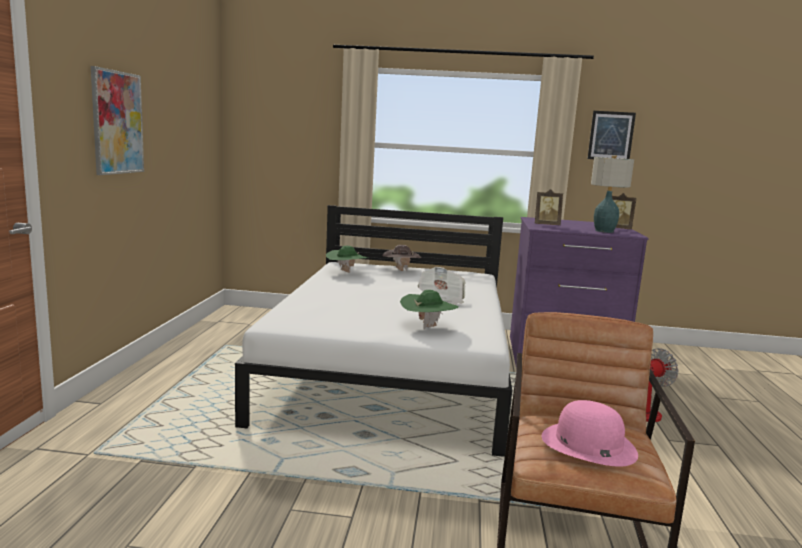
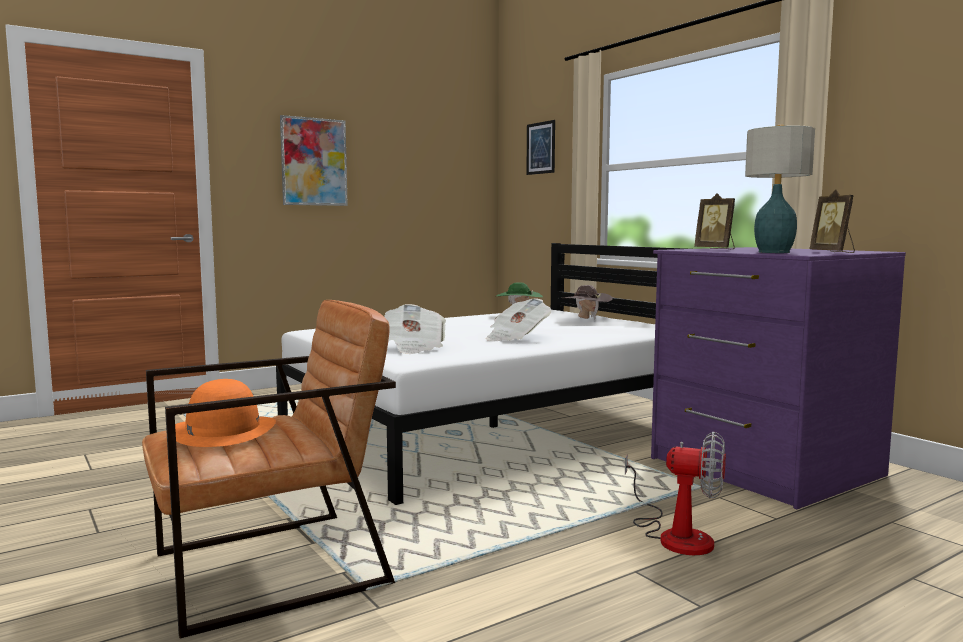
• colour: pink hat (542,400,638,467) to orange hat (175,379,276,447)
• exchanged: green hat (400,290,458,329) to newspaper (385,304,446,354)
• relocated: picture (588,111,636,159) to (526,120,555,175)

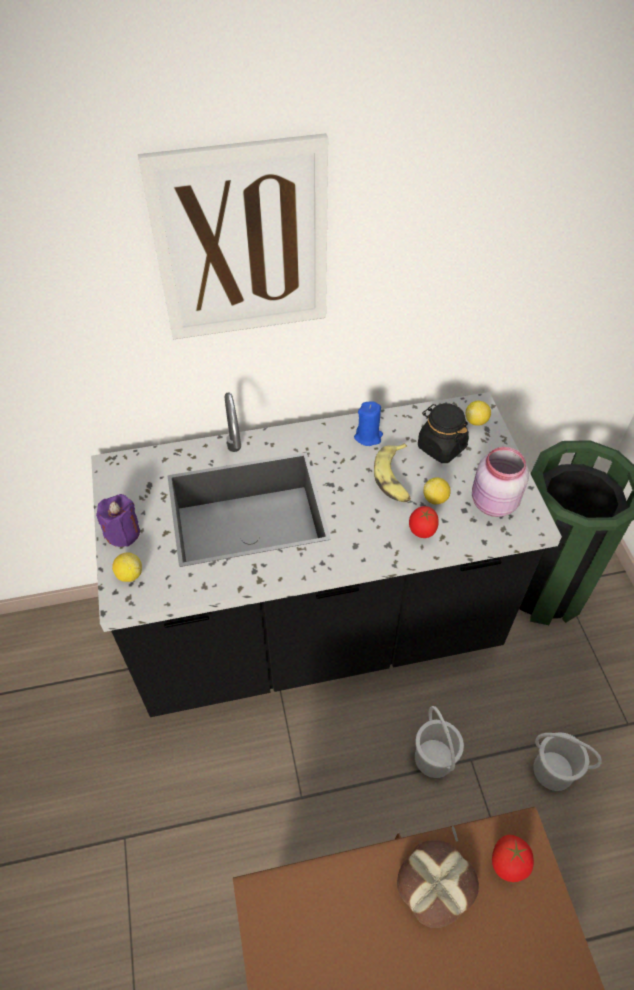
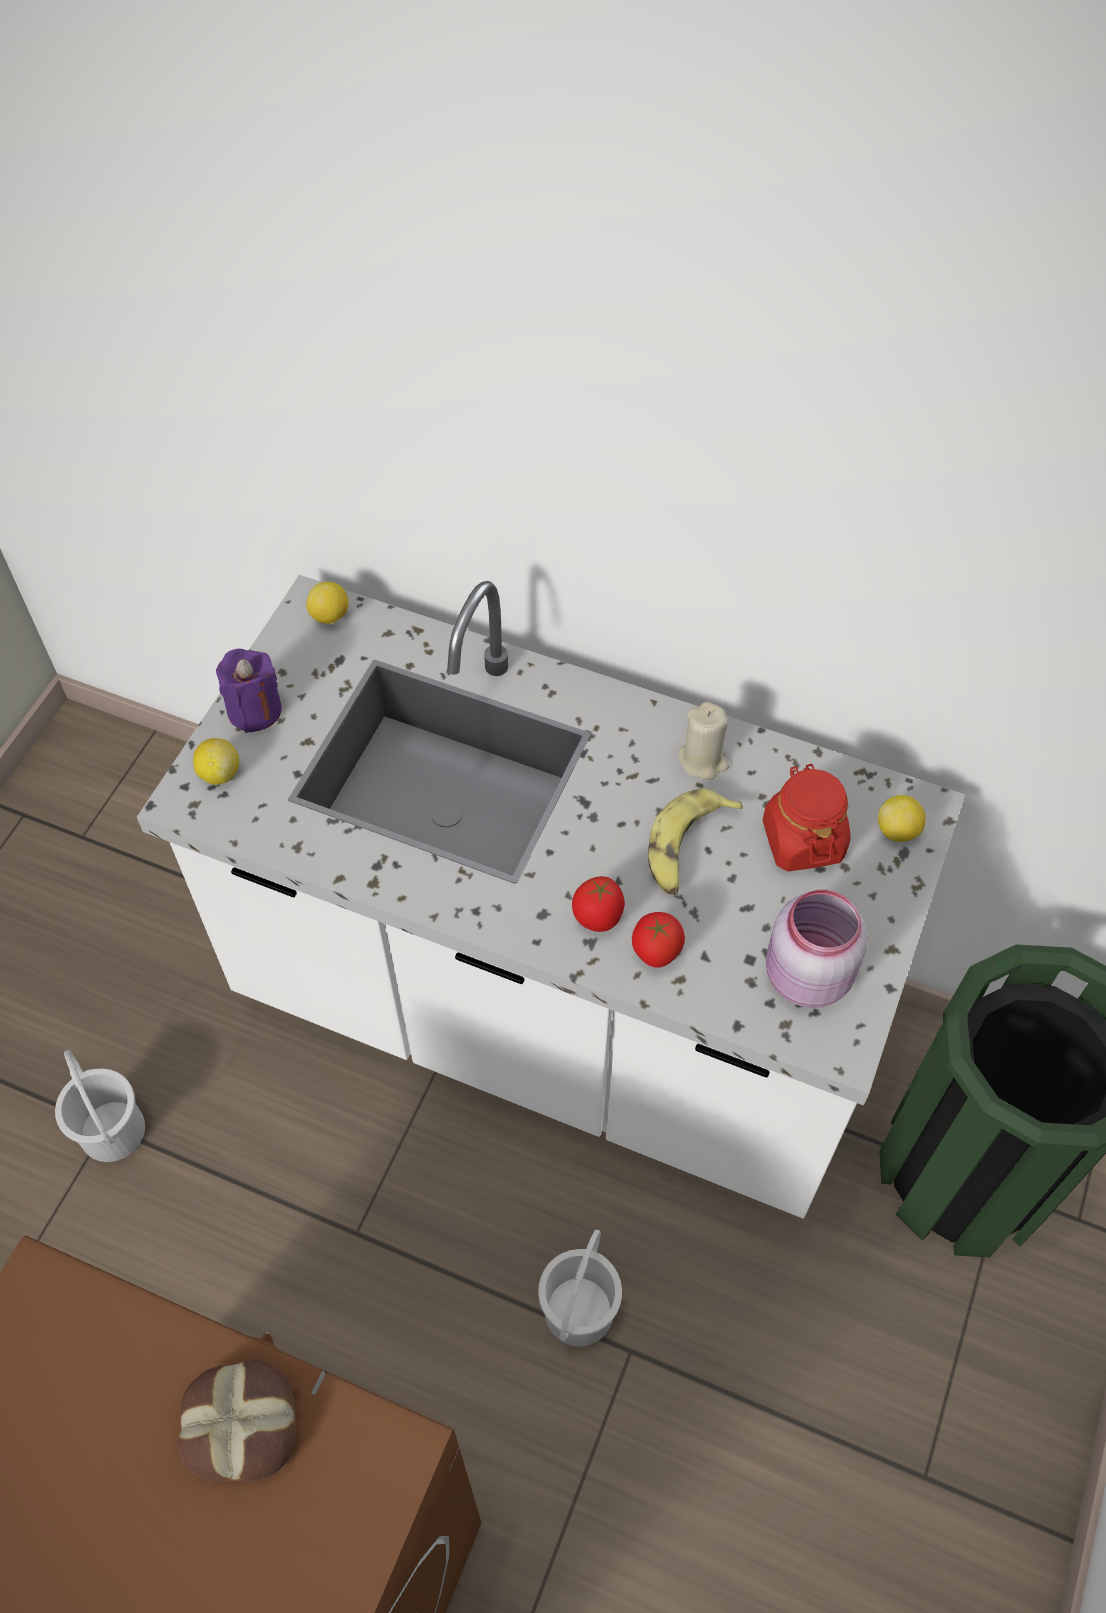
• relocated: white bucket (533,732,602,791) to (55,1050,145,1162)
• colour: black counter (91,392,562,717) to white counter (137,575,965,1218)
• relocated: lemon (423,477,451,504) to (306,582,349,624)
• relocated: tomato (492,835,534,882) to (572,876,625,932)
• colour: blue candle (354,401,383,446) to beige candle (678,702,729,780)
• colour: black jar (418,403,469,463) to red jar (763,764,850,871)
• missing: picture (138,133,328,340)

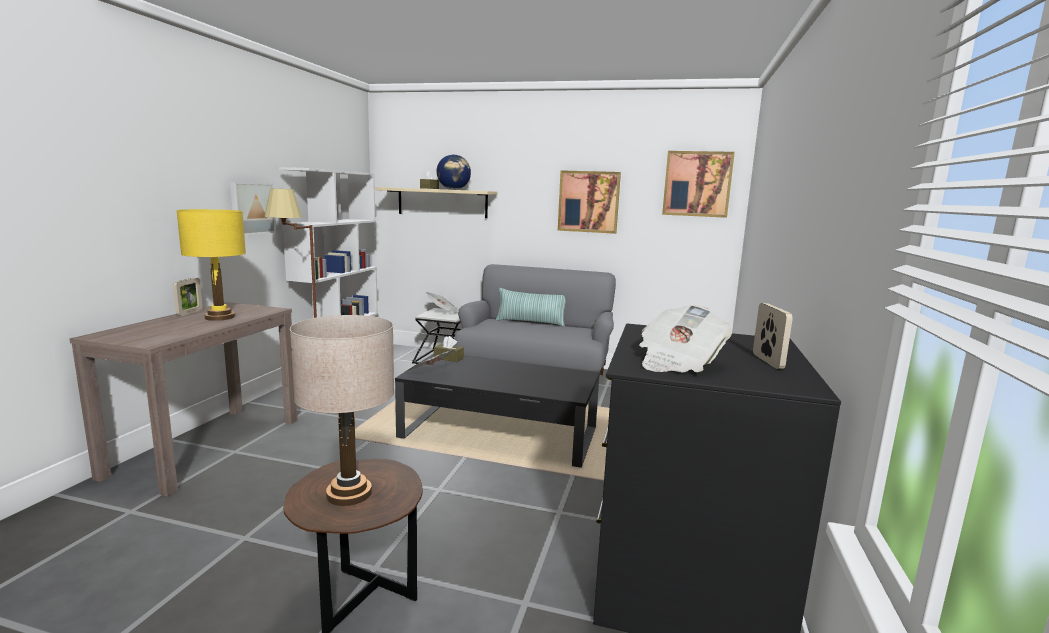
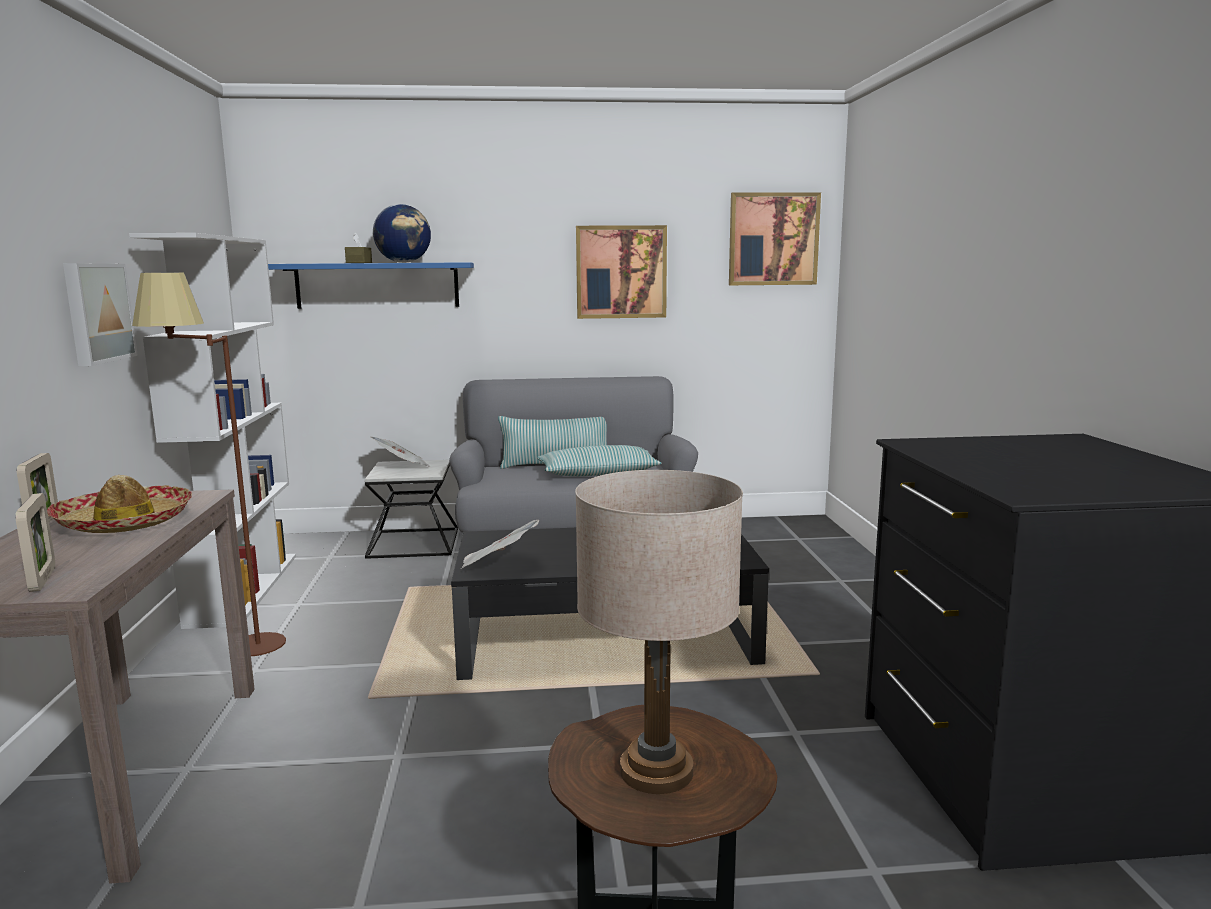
• relocated: picture frame (753,303,793,369) to (15,493,55,592)
• exchanged: yellow table lamp (176,209,246,321) to hat (47,475,192,533)
• colour: beige shelf (375,187,497,218) to blue shelf (268,262,474,309)
• appeared: pillow (537,445,662,476)
• missing: brown tissue box (434,336,464,362)
• missing: newspaper (639,305,732,372)

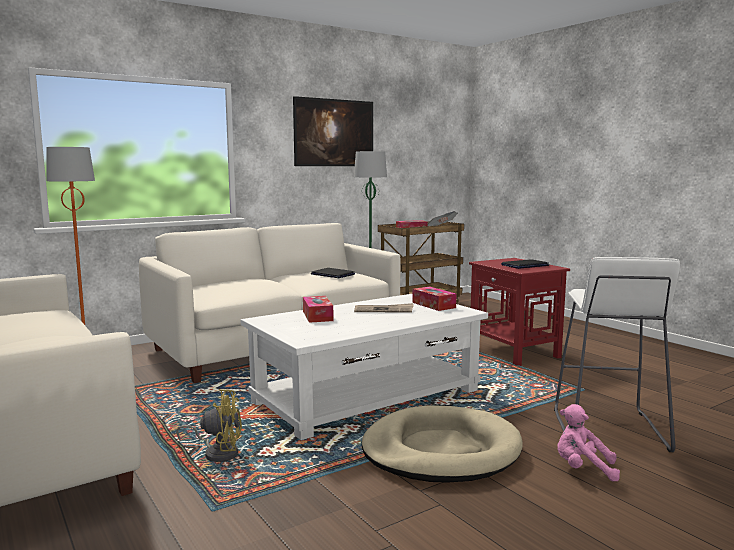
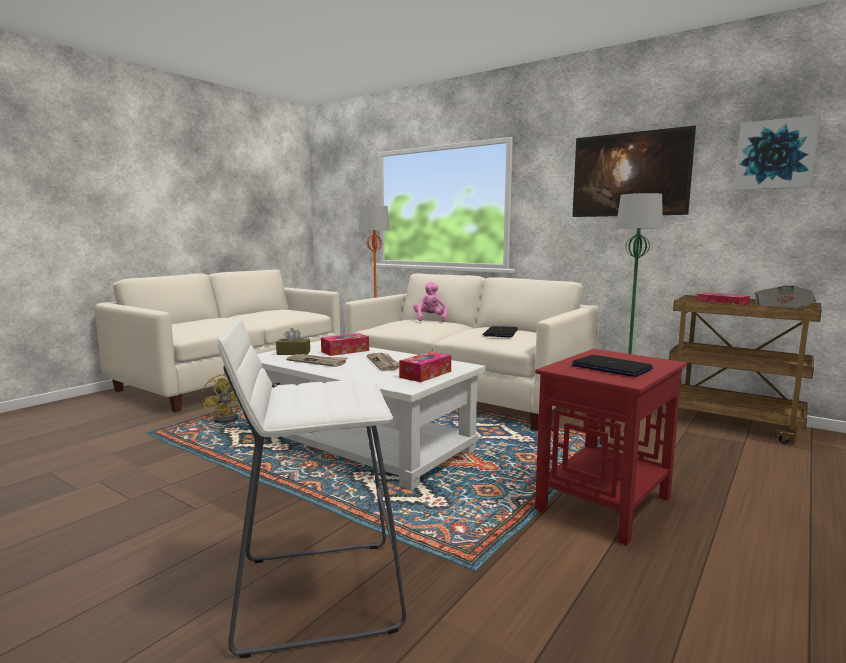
• appeared: brown tissue box (276,328,310,355)
• appeared: newspaper (286,354,348,367)
• relocated: pink plush toy (557,404,620,482) to (413,282,448,322)
• appeared: picture (734,115,821,190)
• missing: beige dog bed (362,405,523,483)

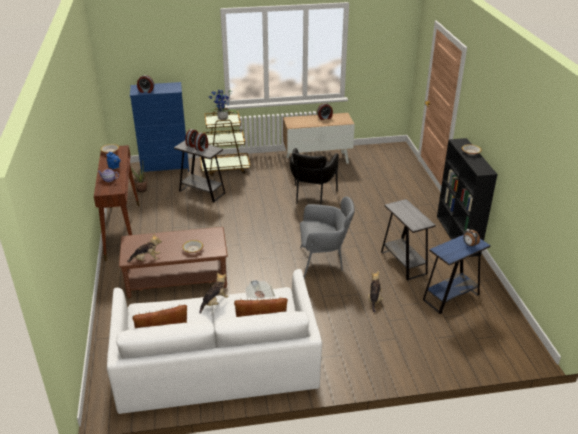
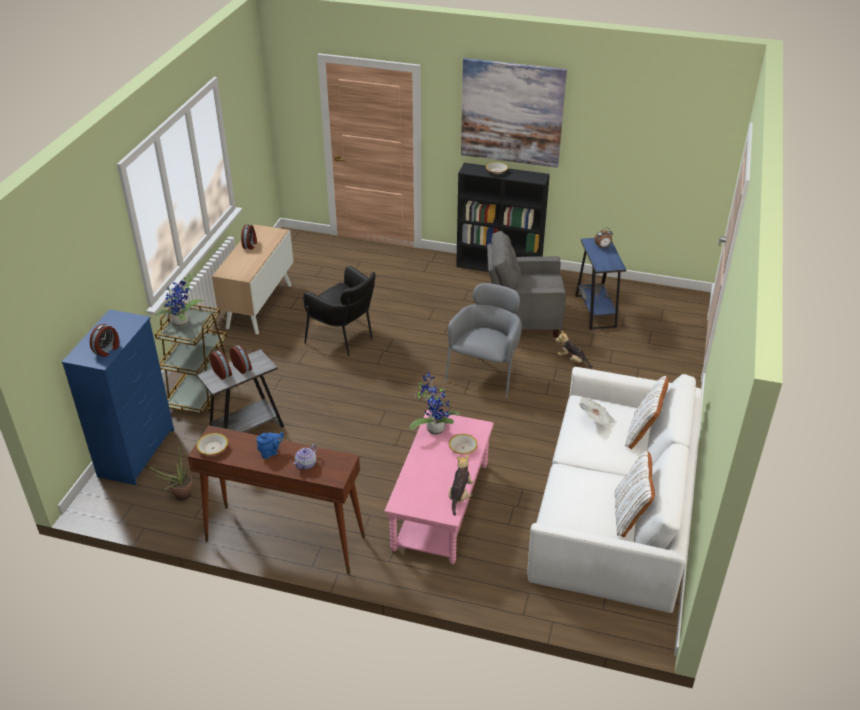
• colour: brown coffee table (119,227,228,298) to pink coffee table (384,410,494,564)
• appeared: potted plant (409,372,461,435)
• appeared: picture (461,58,567,168)
• exchanged: grey side table (381,199,436,280) to grey armchair (487,231,566,337)
• missing: plush toy (199,273,228,313)

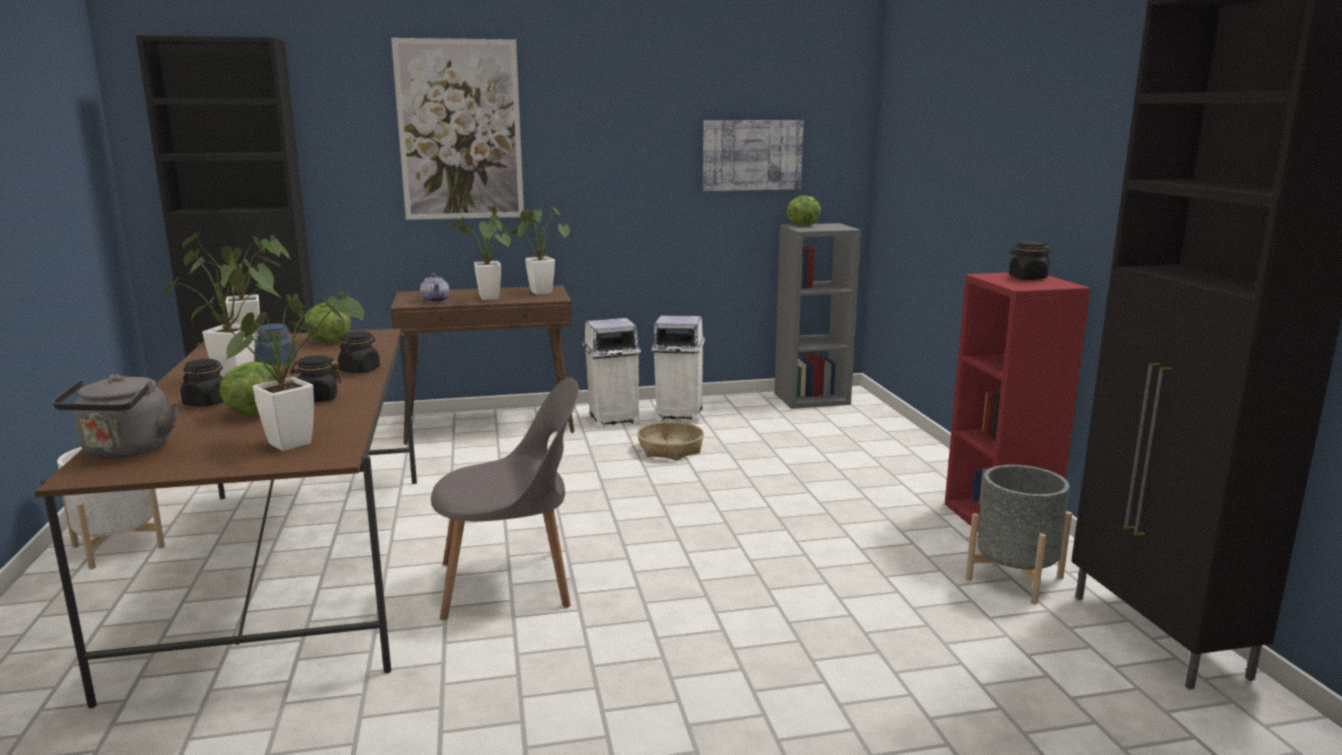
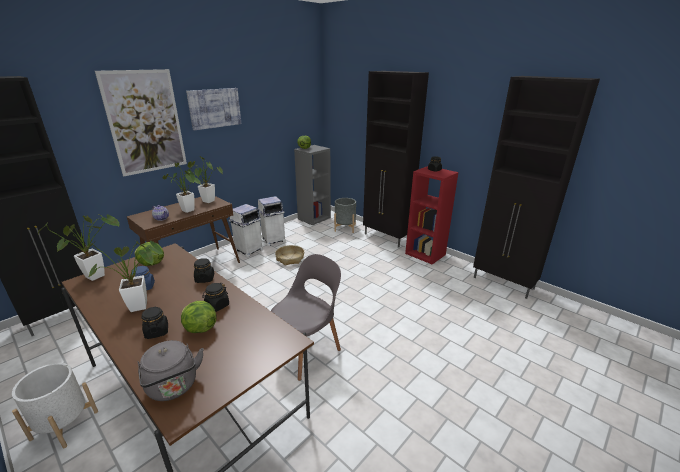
• relocated: picture (703,120,803,191) to (186,88,241,130)
• relocated: grey planter (966,465,1072,605) to (334,198,356,233)
• appeared: black cabinet (363,71,429,248)
• missing: potted plant (191,291,364,451)

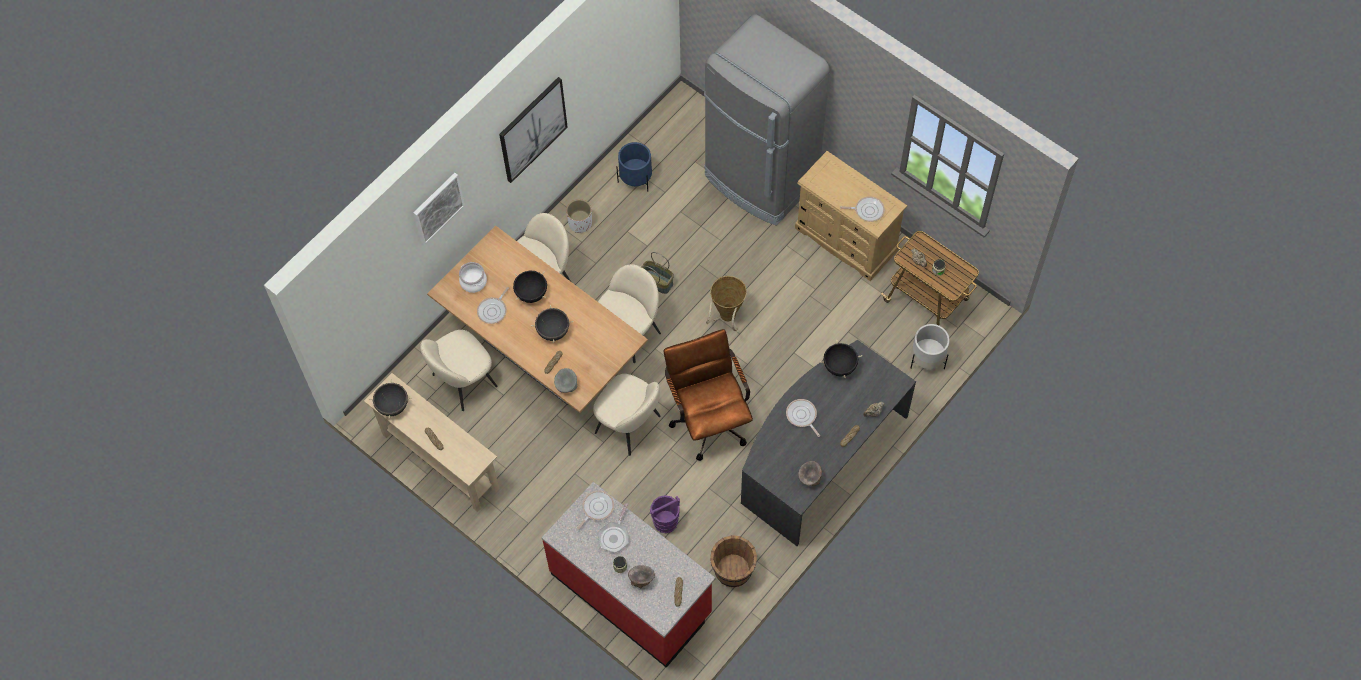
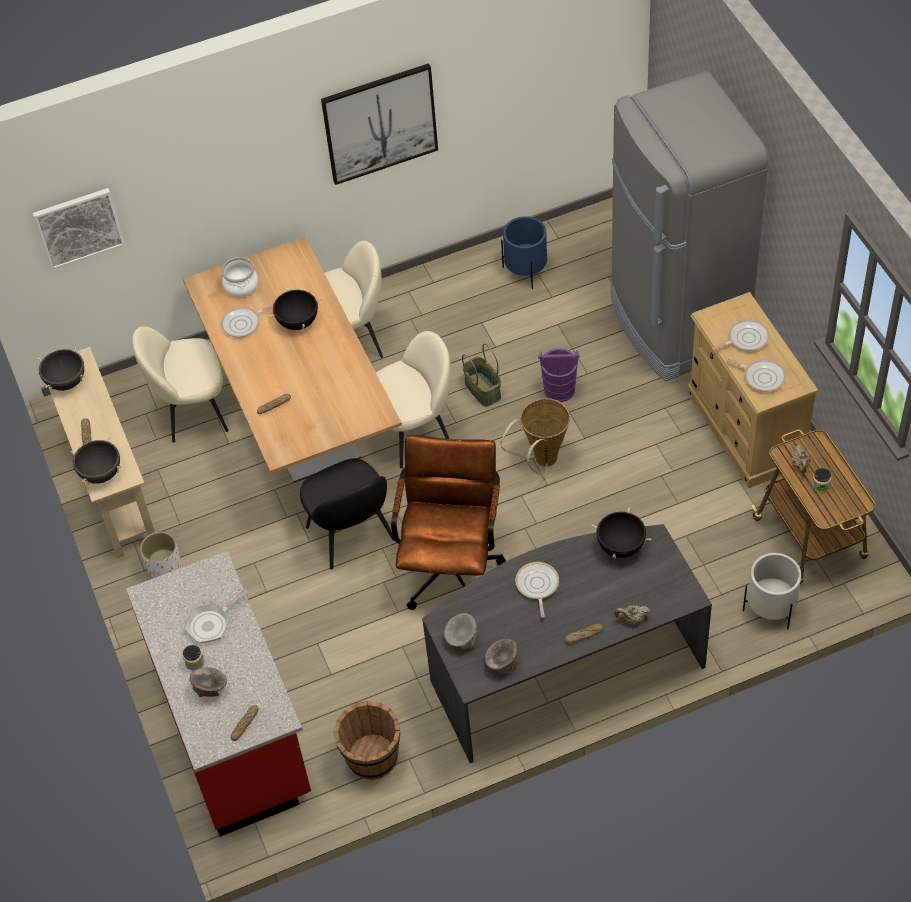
• relocated: picture (413,173,465,245) to (33,188,125,270)
• relocated: black cooking pot (531,305,573,343) to (70,437,122,484)
• relocated: white planter (566,199,592,233) to (140,532,181,578)
• colour: beige chair (593,374,661,456) to black chair (300,458,394,569)
• relocated: grey bowl (554,368,578,393) to (444,613,478,650)
• relocated: purple bucket (650,495,680,533) to (538,348,580,402)
• relocated: frying pan (577,490,614,530) to (712,319,770,351)

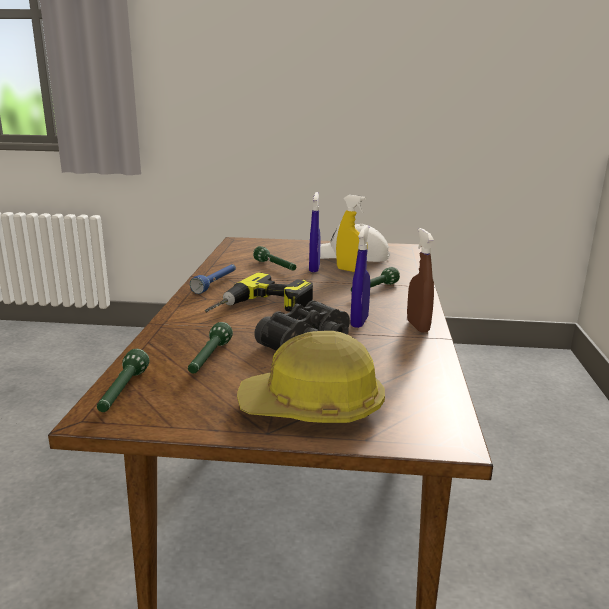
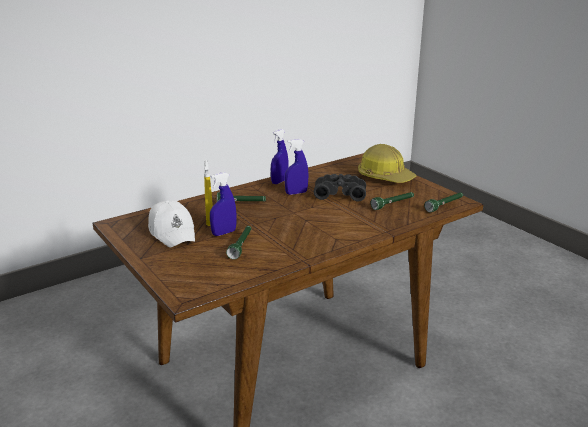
• colour: brown spray bottle (407,228,434,333) to blue spray bottle (271,129,288,184)
• missing: blue flashlight (190,264,236,294)
• missing: power drill (205,272,313,313)

